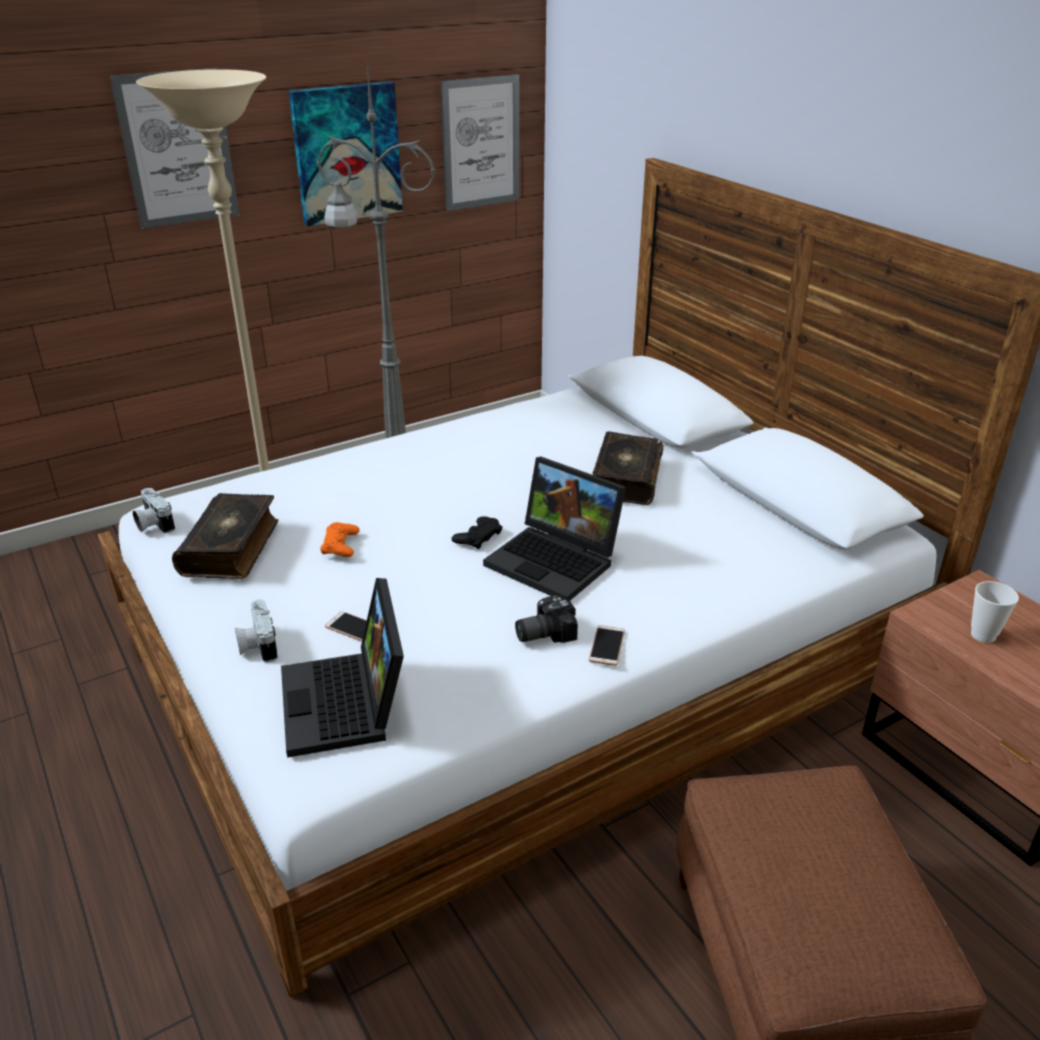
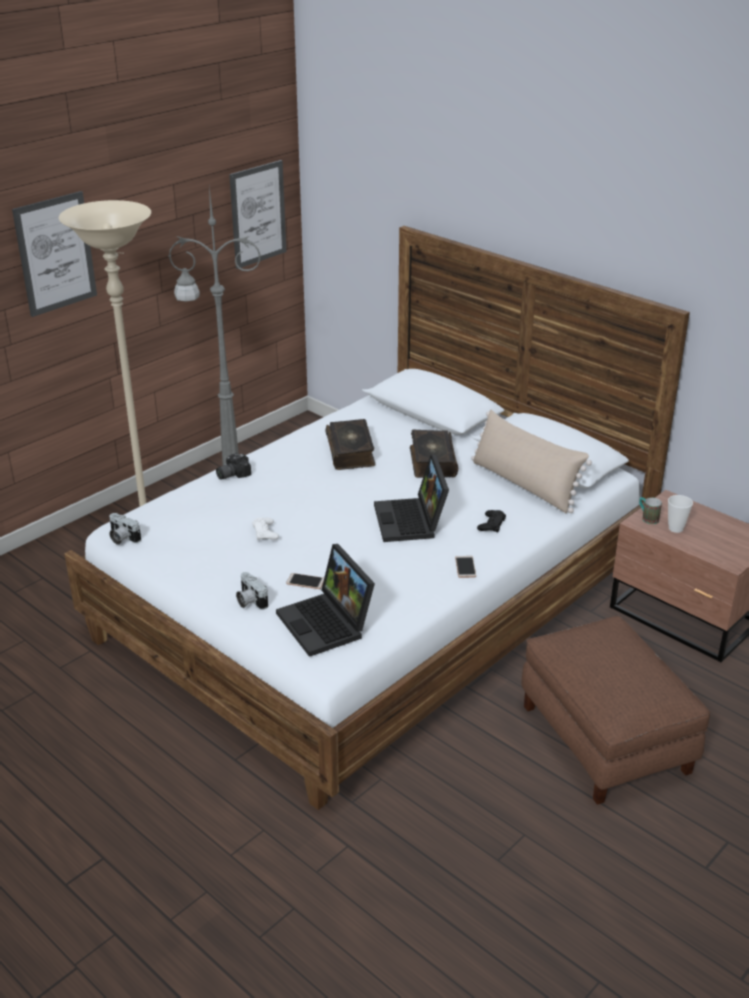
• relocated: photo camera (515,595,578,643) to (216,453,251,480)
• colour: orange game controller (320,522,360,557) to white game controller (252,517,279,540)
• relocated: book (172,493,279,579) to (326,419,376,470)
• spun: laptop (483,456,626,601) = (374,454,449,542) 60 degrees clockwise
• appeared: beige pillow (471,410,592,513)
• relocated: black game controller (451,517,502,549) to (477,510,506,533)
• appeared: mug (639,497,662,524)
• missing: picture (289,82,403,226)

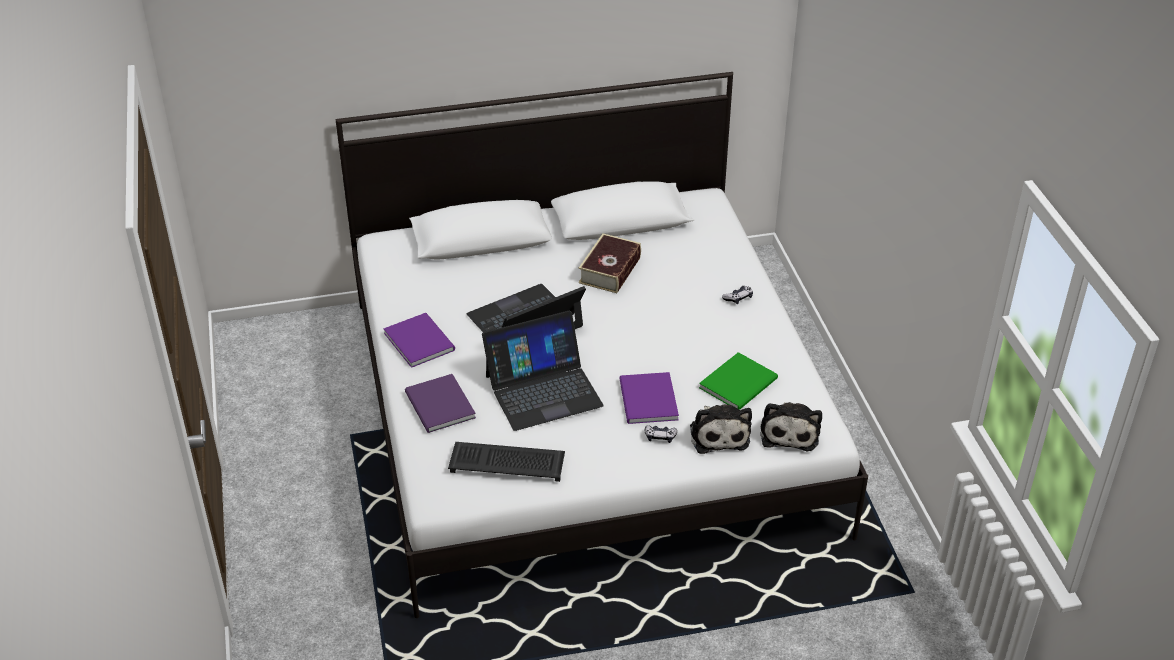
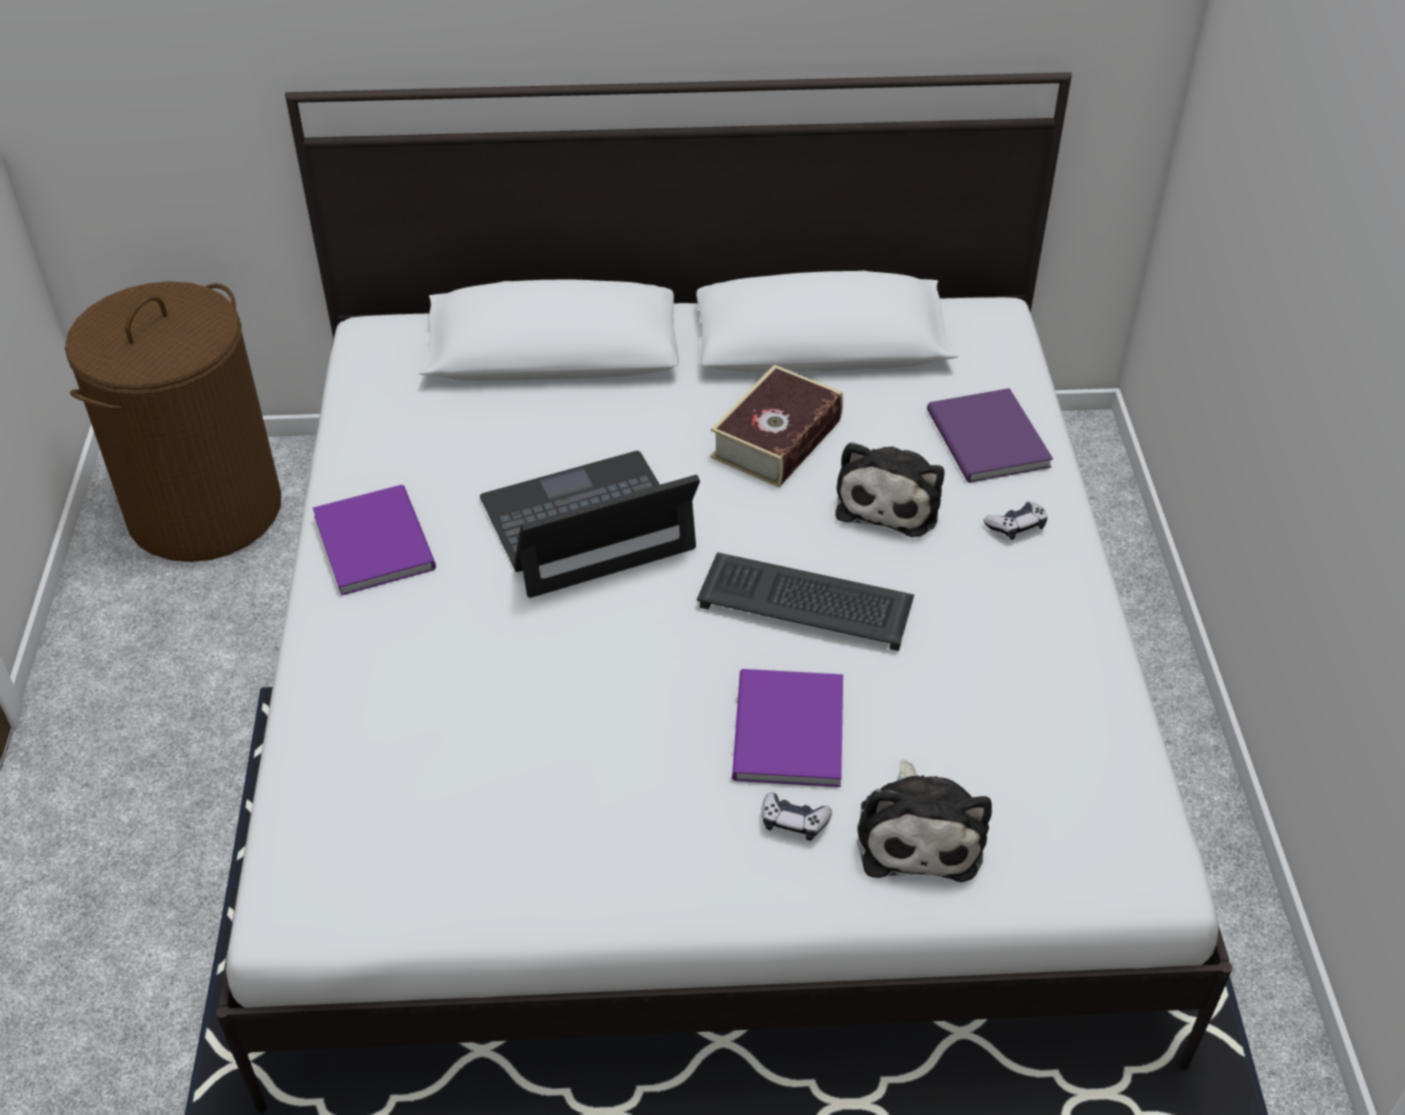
• appeared: brown laundry basket (65,281,281,562)
• relocated: keyboard (448,442,565,482) to (697,552,914,651)
• relocated: plush toy (760,402,822,451) to (835,442,944,537)
• relocated: purple book (405,374,476,433) to (927,388,1053,483)
• missing: laptop (482,311,603,431)
• missing: green book (699,352,778,410)

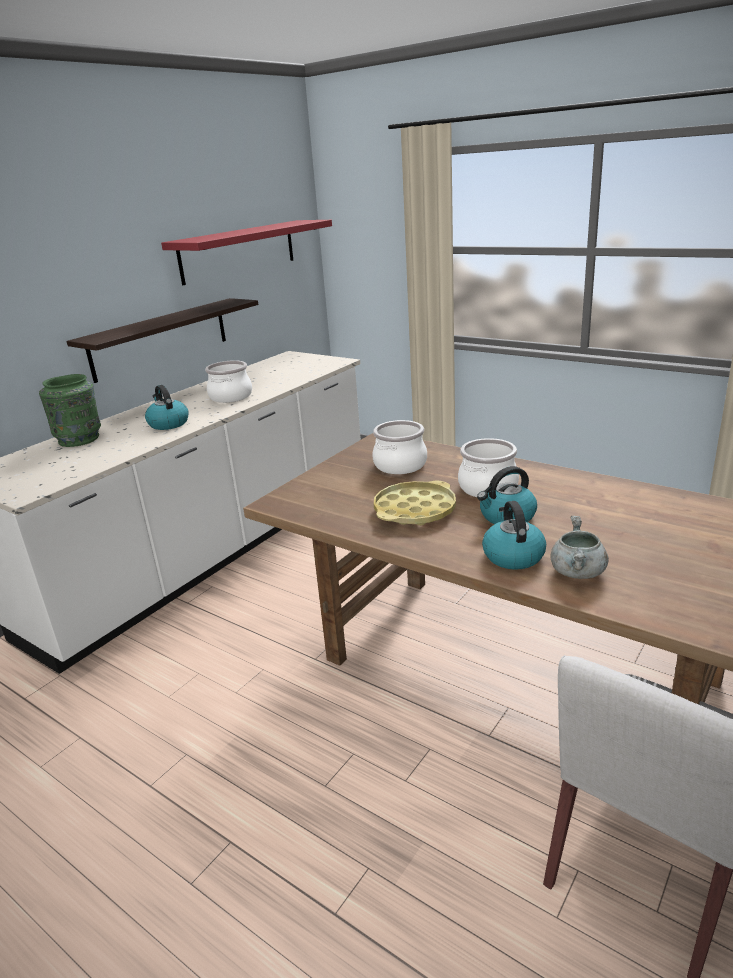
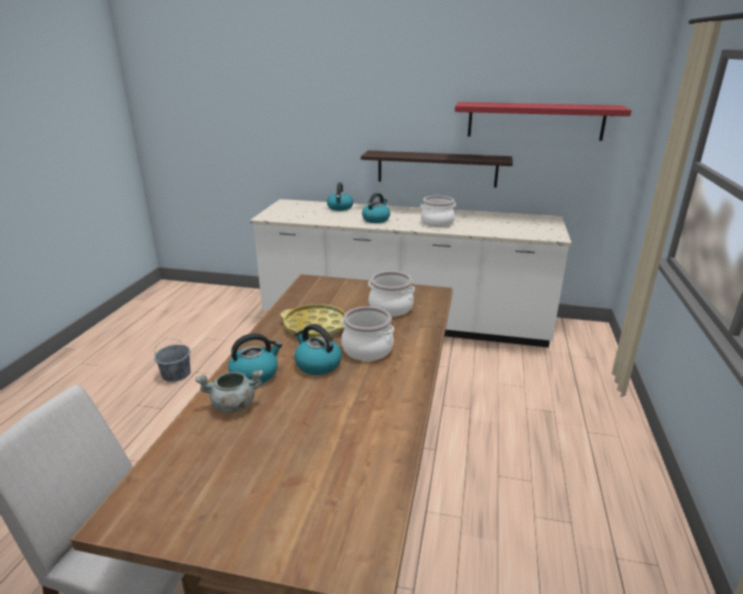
• appeared: grey bucket (154,338,191,382)
• exchanged: green vase (39,374,101,447) to kettle (327,183,353,211)

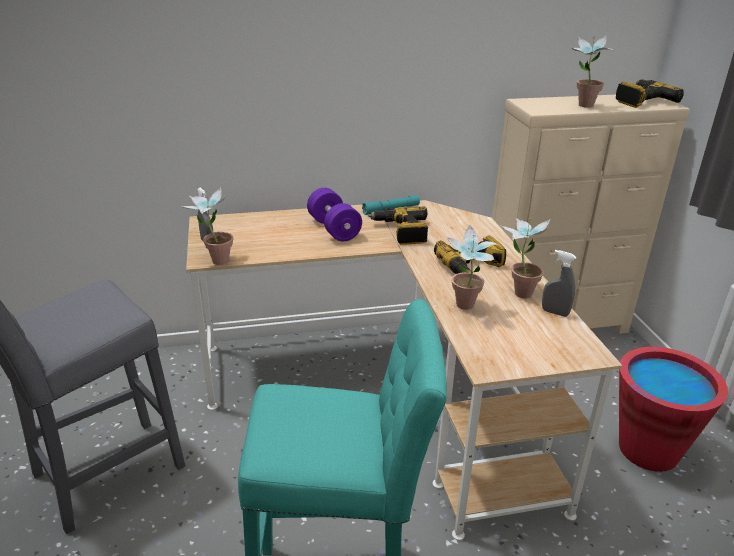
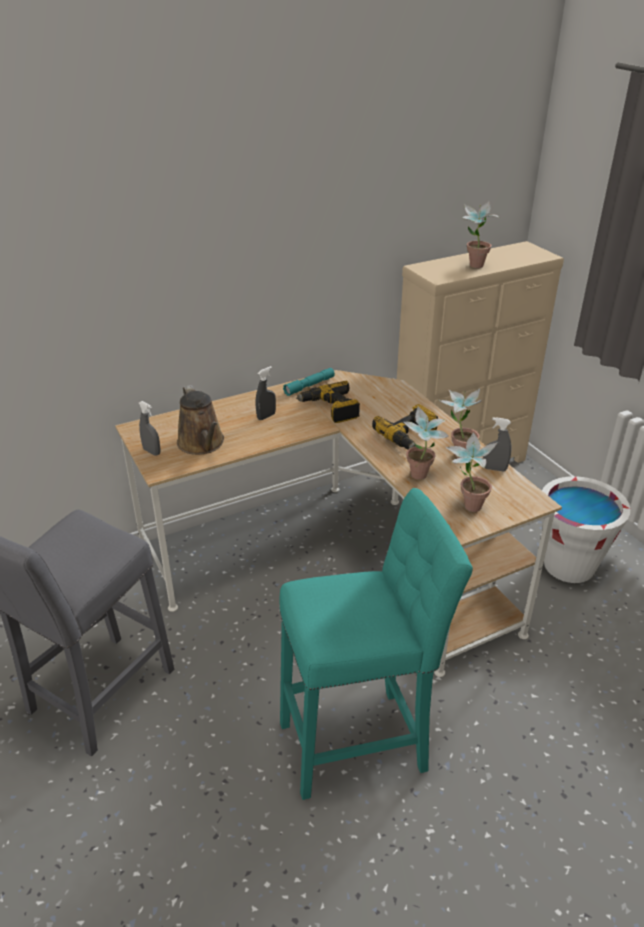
• appeared: brown watering can (177,385,224,455)
• exchanged: purple dumbbell (307,188,362,241) to grey spray bottle (256,366,276,420)
• relocated: potted plant (181,187,233,265) to (445,433,497,512)
• colour: red bucket (619,347,728,472) to white bucket (542,476,631,583)
• missing: power drill (616,79,684,108)

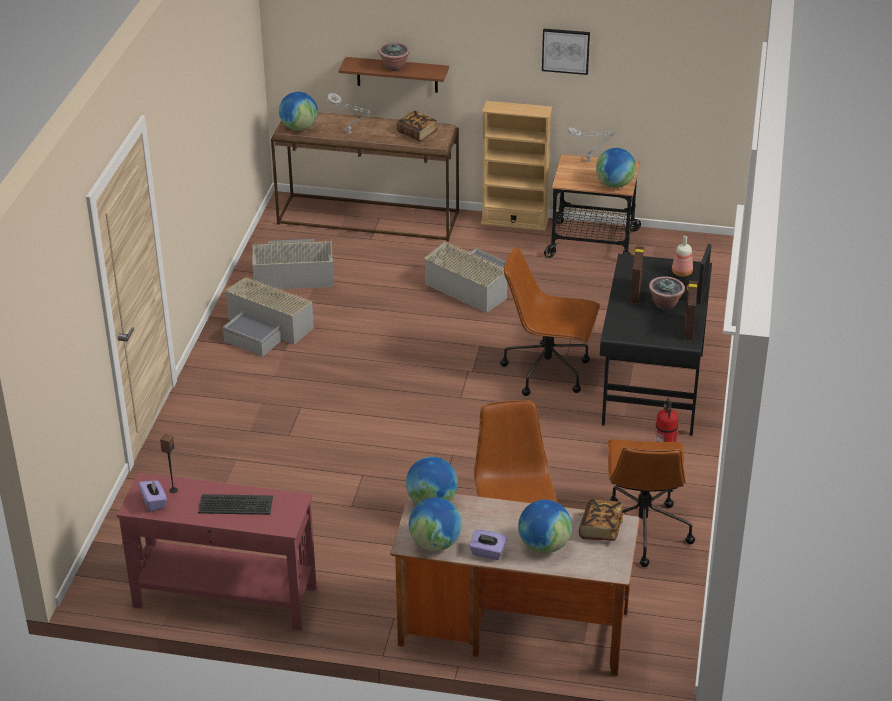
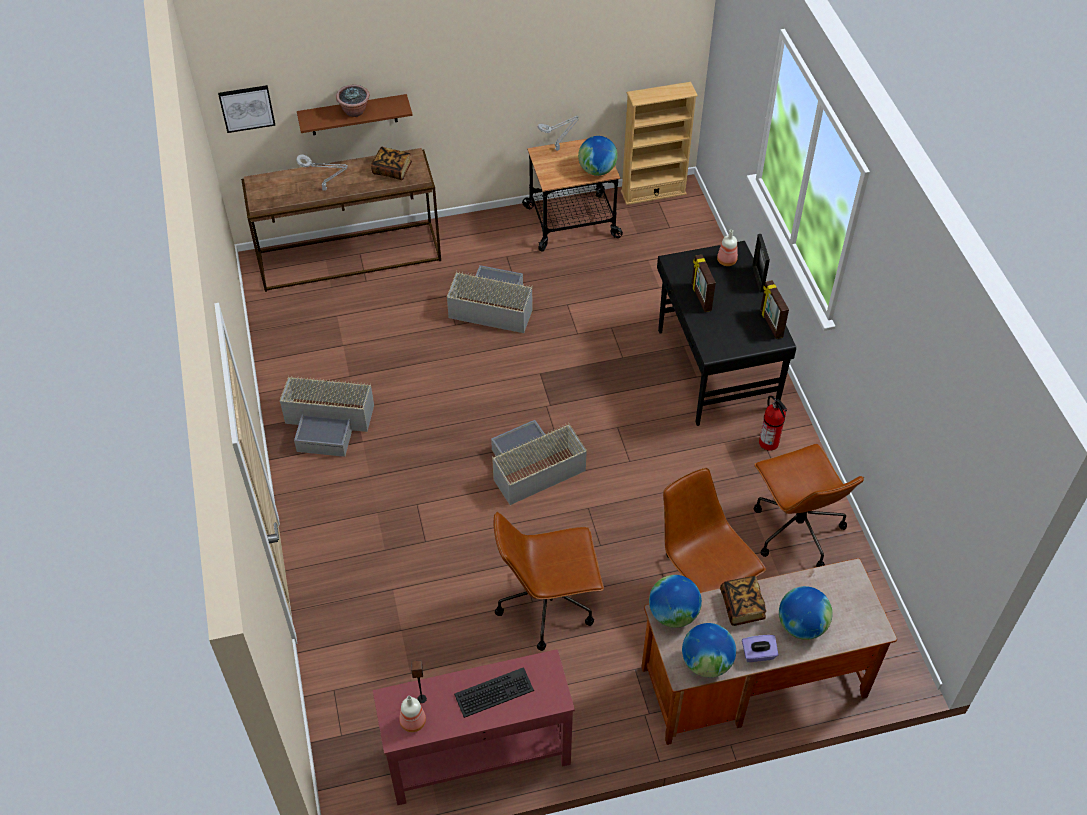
• relocated: picture (542,29,590,75) to (218,85,276,133)
• exchanged: purple tissue box (138,478,167,512) to bottle (399,696,426,732)
• relocated: grey storage box (253,239,334,289) to (491,420,587,505)
• relocated: brown office chair (500,247,600,396) to (494,512,604,651)
• relocated: beige bookcase (481,101,552,231) to (621,82,698,205)
• relocated: book (579,499,624,541) to (720,576,766,626)
• missing: globe (279,92,318,131)
• missing: potted plant (649,276,685,310)

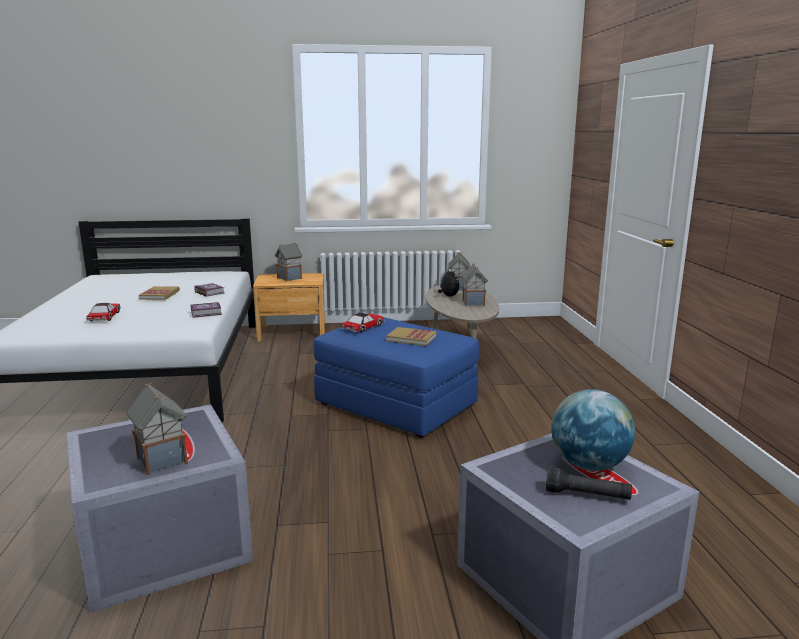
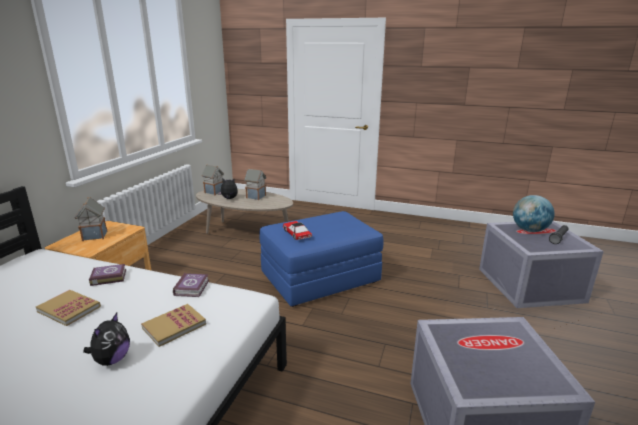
• exchanged: toy car (86,303,121,321) to plush toy (83,313,130,366)
• relocated: book (386,327,436,346) to (141,304,206,347)
• missing: toy house (126,383,188,475)

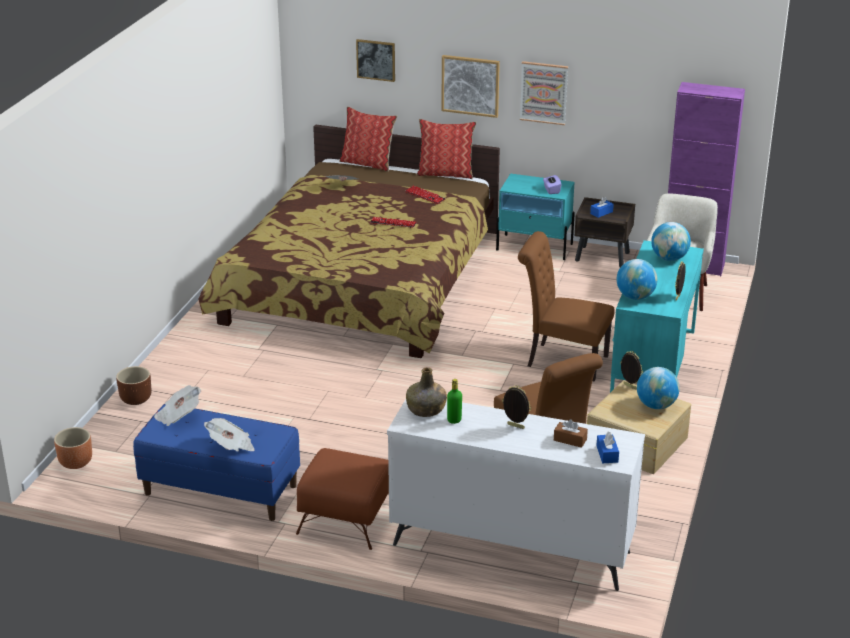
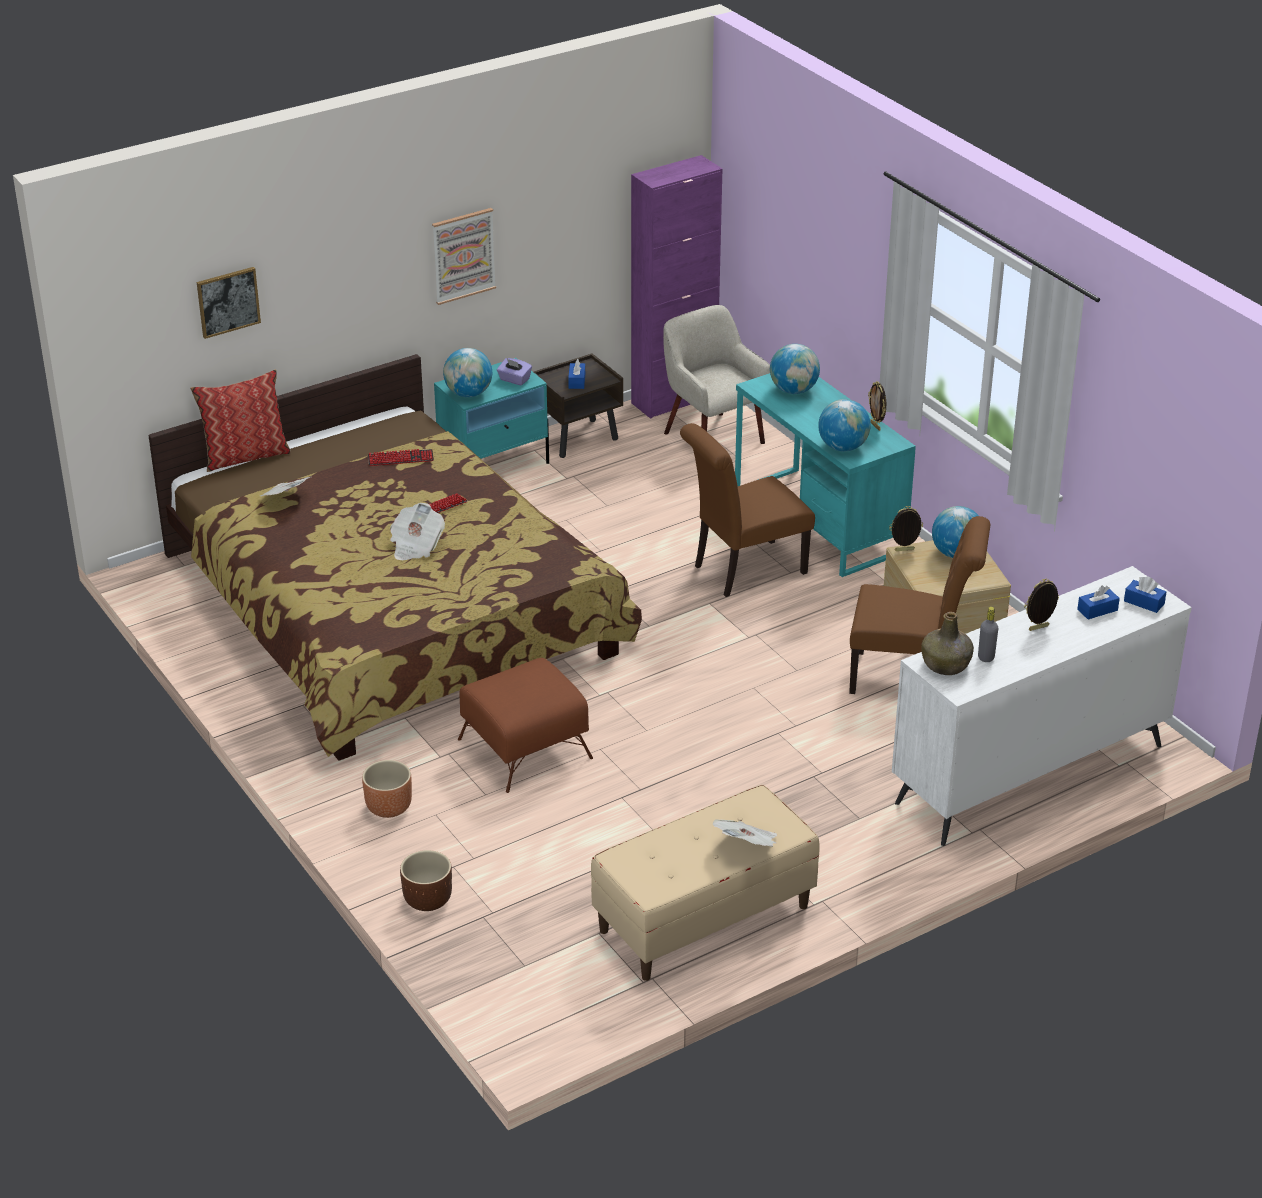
• relocated: brown planter (54,427,92,469) to (362,760,412,818)
• relocated: newspaper (154,385,201,426) to (390,503,445,560)
• appeared: globe (443,348,492,397)
• relocated: brown ottoman (296,448,389,550) to (458,658,593,793)
• colour: blue bench (133,404,300,521) to beige bench (591,785,819,981)
• colour: green bottle (447,379,462,424) to grey bottle (978,607,998,662)
• colour: brown tissue box (554,419,588,448) to blue tissue box (1077,586,1120,620)
• missing: pillow (416,119,476,179)
• missing: picture (441,55,500,118)

